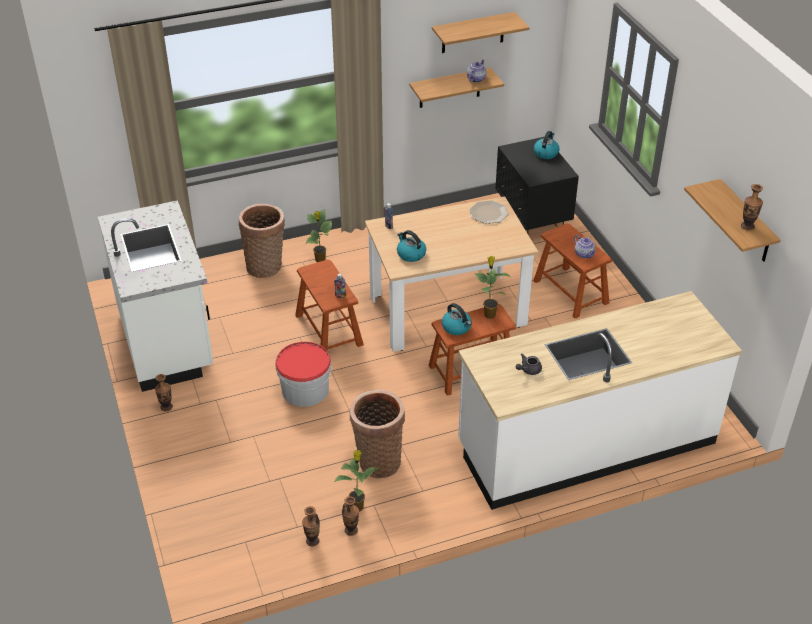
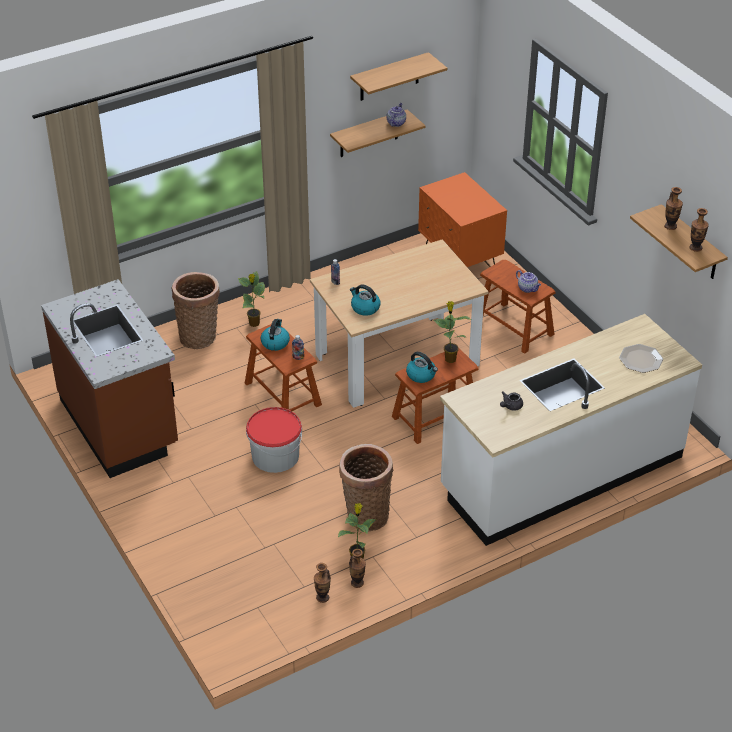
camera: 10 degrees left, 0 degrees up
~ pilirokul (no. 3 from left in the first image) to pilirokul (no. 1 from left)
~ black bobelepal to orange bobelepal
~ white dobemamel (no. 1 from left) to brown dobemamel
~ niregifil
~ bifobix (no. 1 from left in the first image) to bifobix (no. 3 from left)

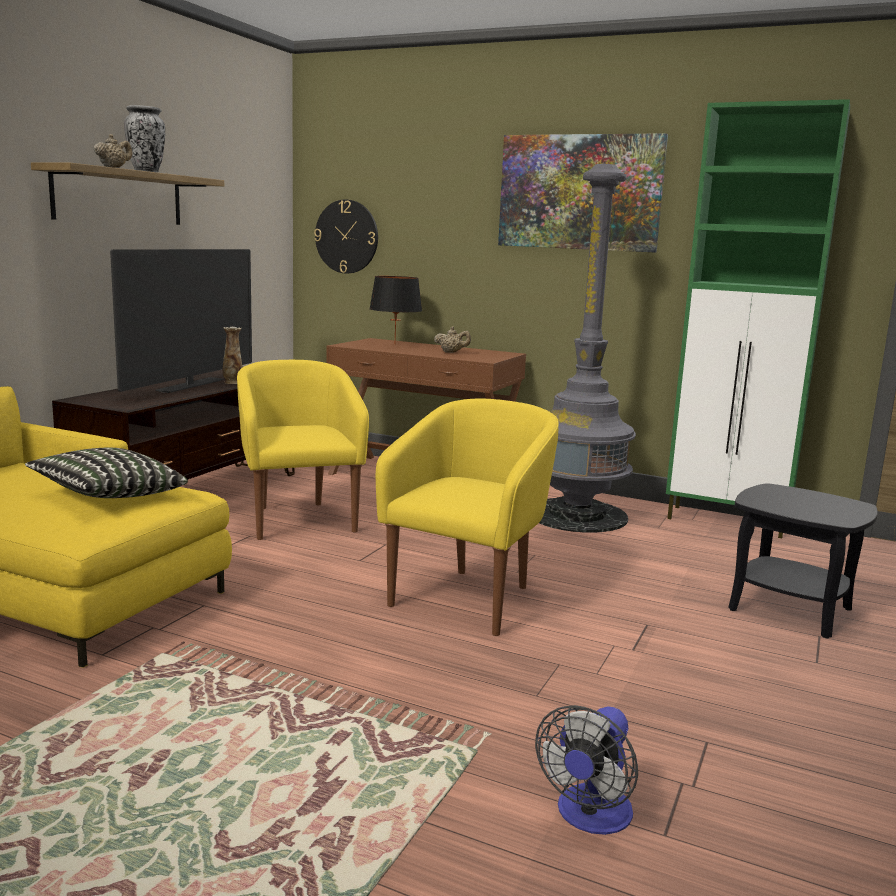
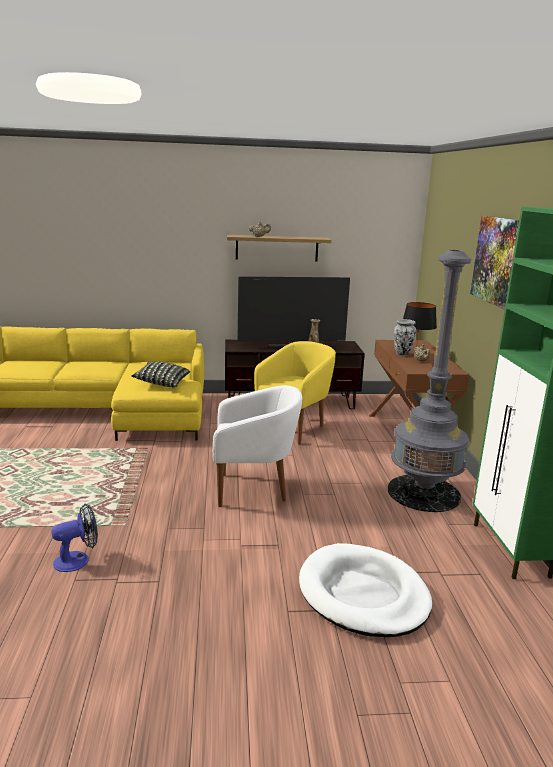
camera: 60 degrees right, 5 degrees up
~ bifobix (no. 1 from left in the first image) to bifobix (no. 2 from left)
- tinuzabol
~ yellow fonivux (no. 2 from left) to white fonivux
~ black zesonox to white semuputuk
~ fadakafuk 150 degrees clockwise

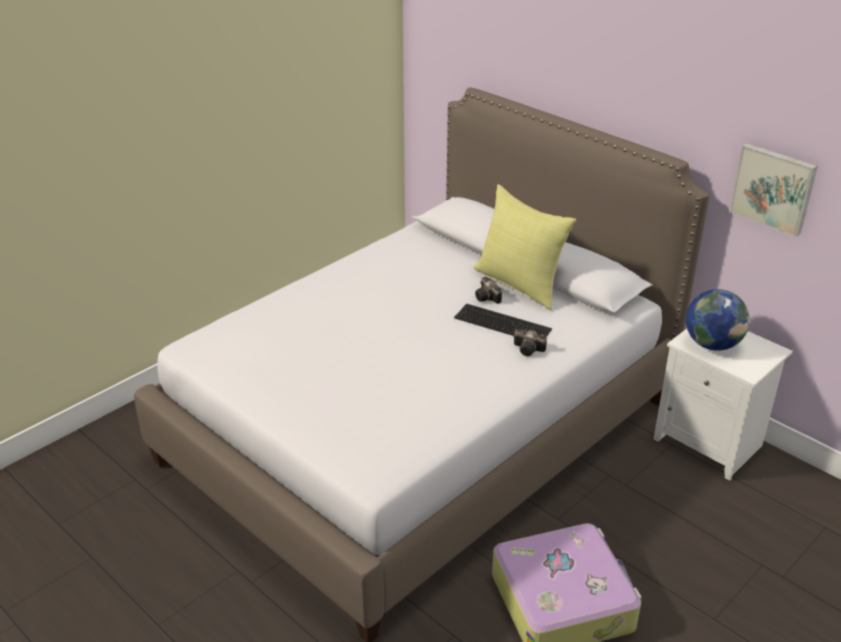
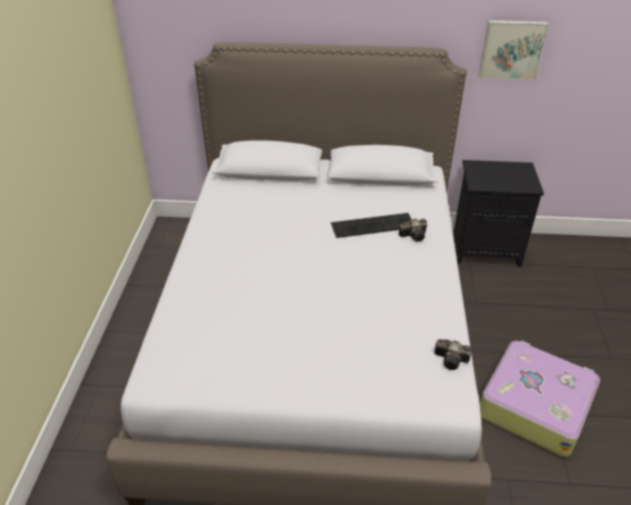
camera: 40 degrees left, 5 degrees up
- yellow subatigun
~ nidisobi (no. 1 from left in the first image) to nidisobi (no. 2 from left)
- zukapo
~ white bobelepal to black bobelepal

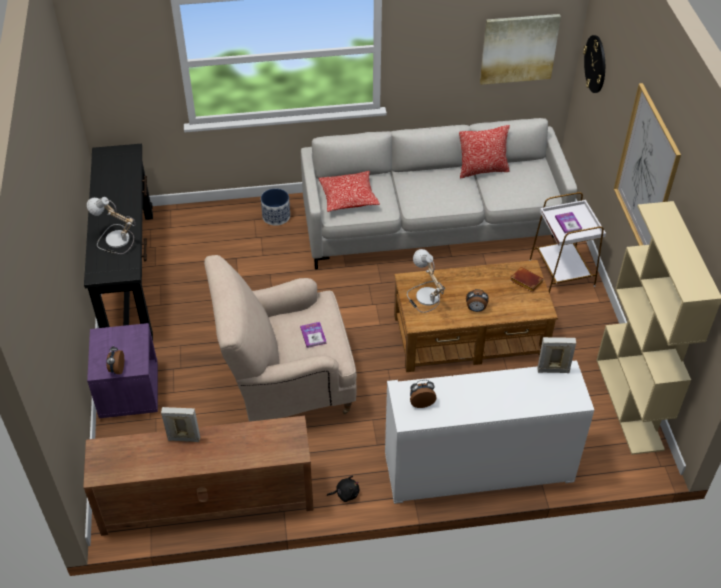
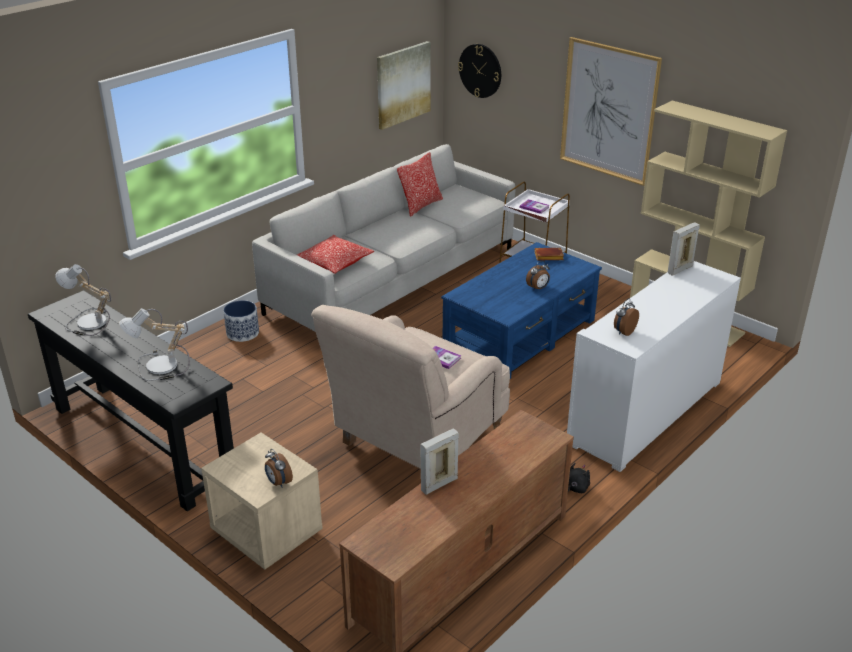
camera: 40 degrees left, 15 degrees down
~ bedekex (no. 2 from left in the first image) to bedekex (no. 1 from left)
~ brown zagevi to blue zagevi
~ purple bobelepal to beige bobelepal

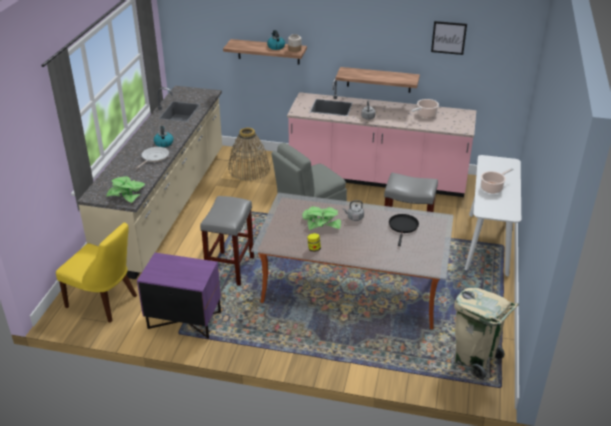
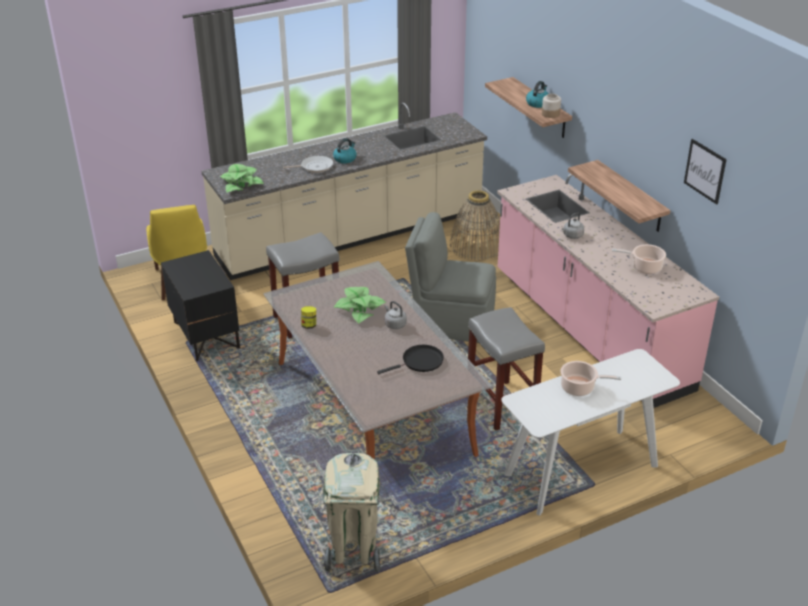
camera: 50 degrees right, 0 degrees up
~ purple bobelepal to black bobelepal

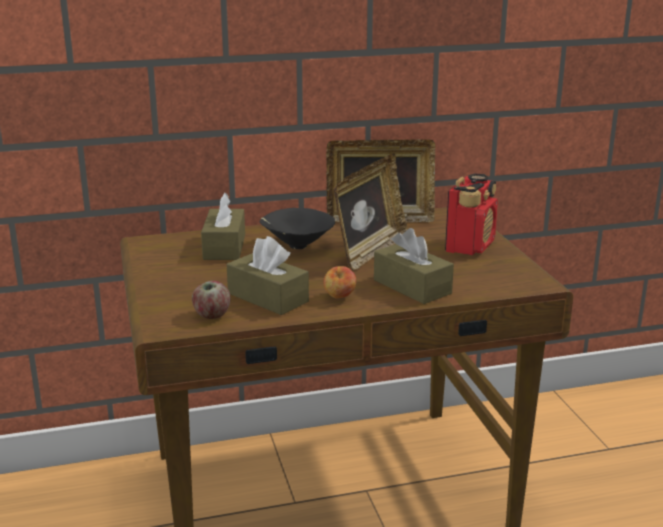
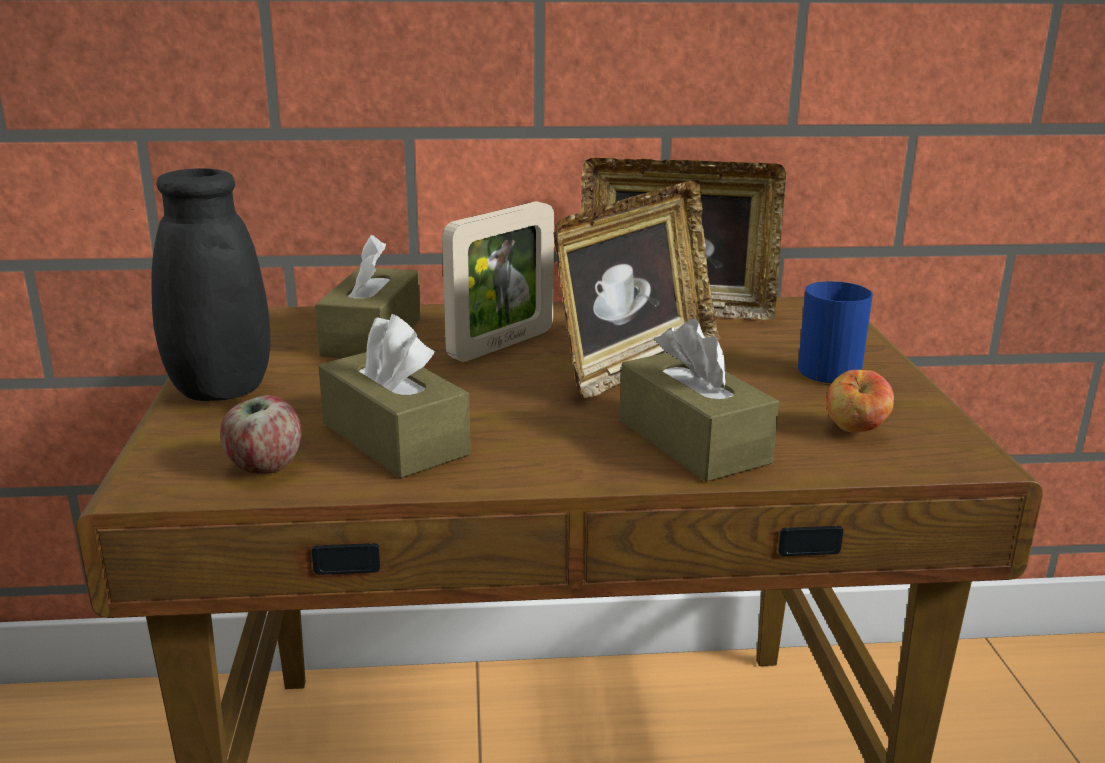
camera: 10 degrees right, 0 degrees up
~ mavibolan to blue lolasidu
~ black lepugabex to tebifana (no. 1 from left)
~ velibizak (no. 2 from left)
+ black bifobix

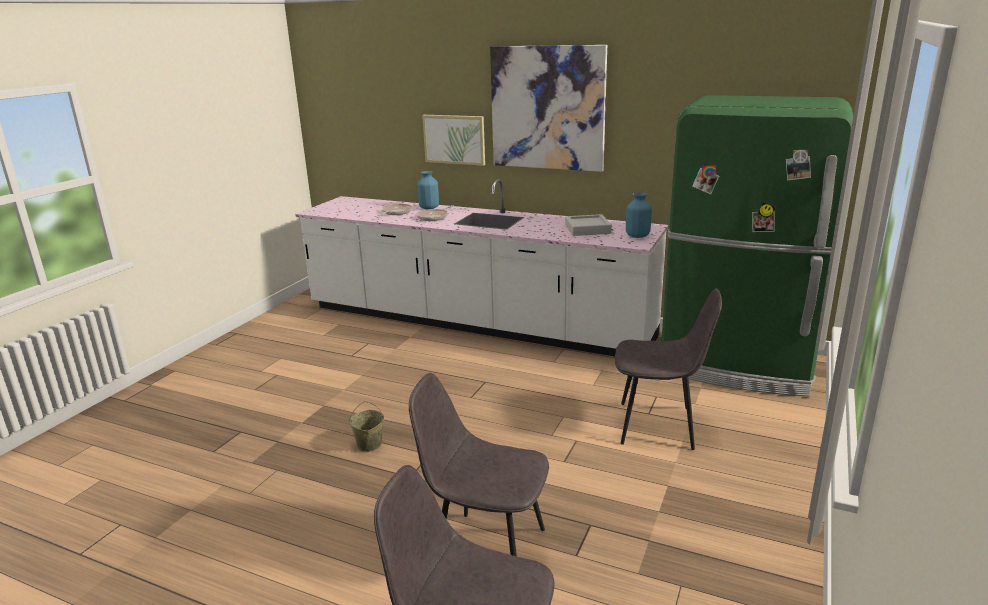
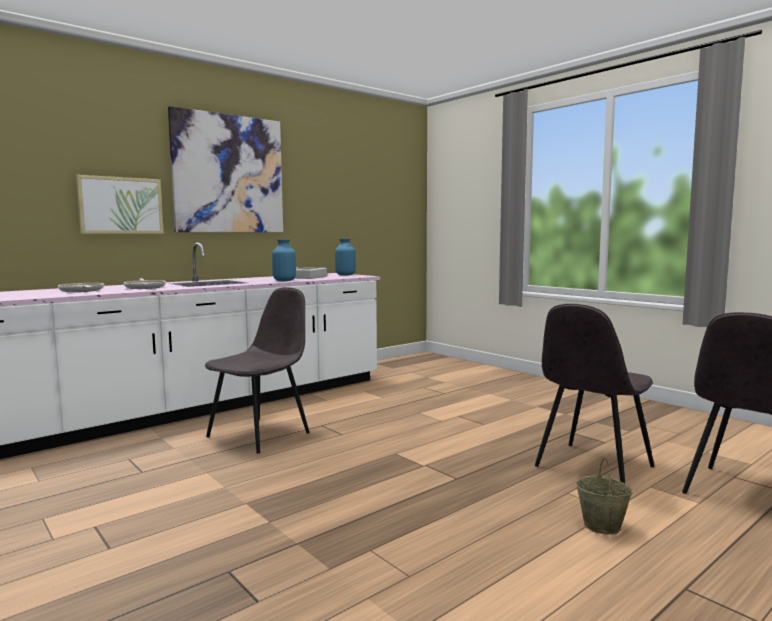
camera: 65 degrees left, 15 degrees down
- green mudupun
~ blue bifobix (no. 1 from left)
~ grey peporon (no. 3 from left in the first image) to grey peporon (no. 1 from left)
~ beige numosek

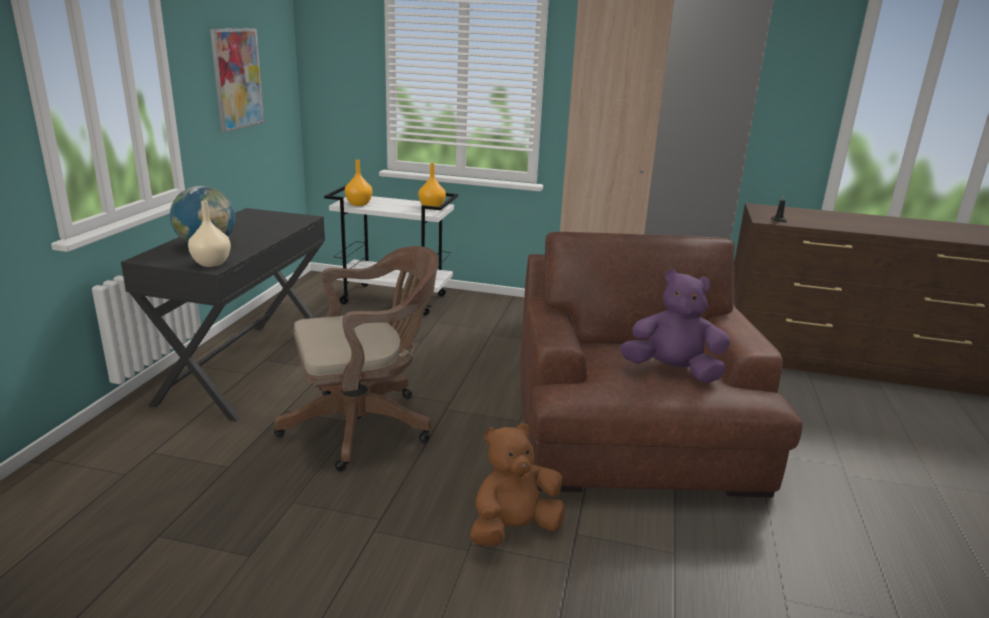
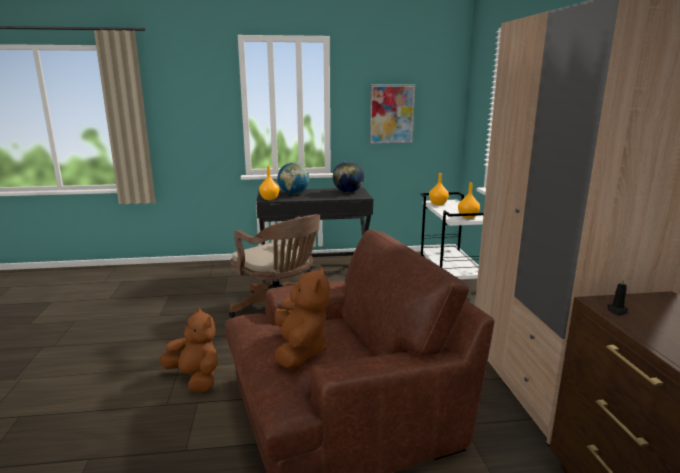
camera: 70 degrees right, 5 degrees down
~ beige bifobix to orange bifobix (no. 1 from left)
~ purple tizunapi to brown tizunapi (no. 2 from left)
+ zukapo (no. 2 from left)

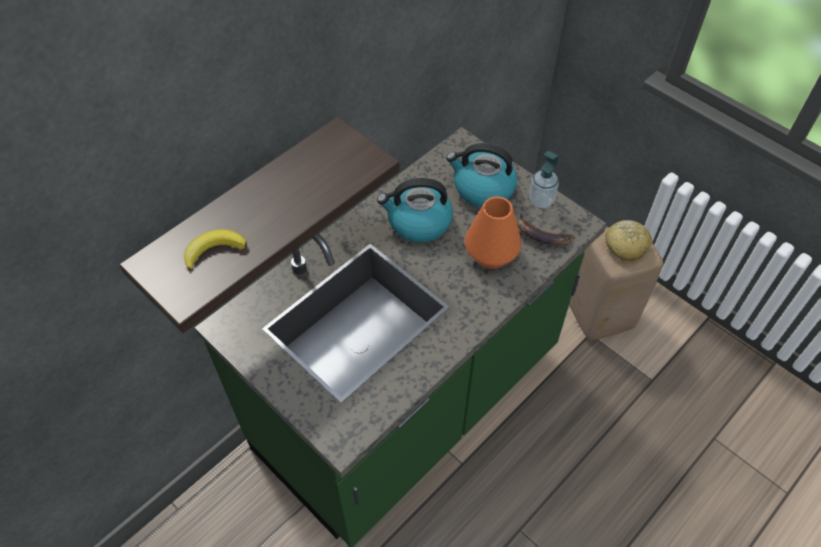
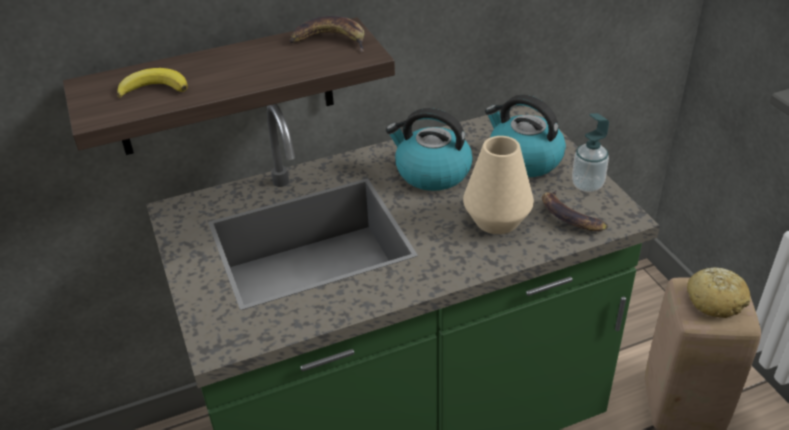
camera: 25 degrees right, 15 degrees down
~ orange bifobix to beige bifobix
+ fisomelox (no. 2 from left)

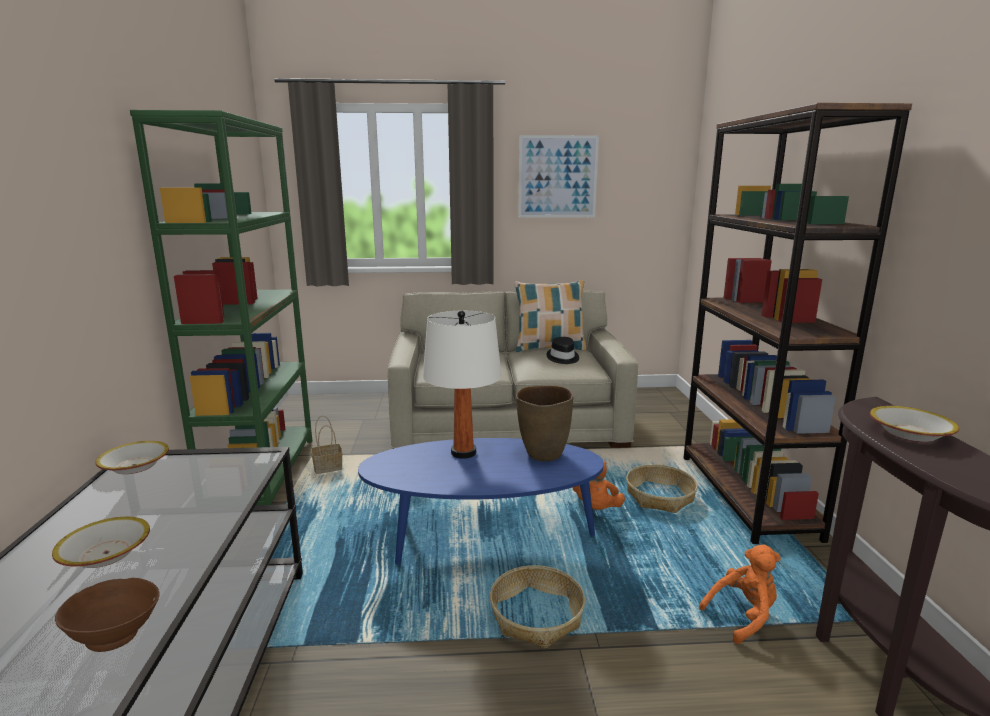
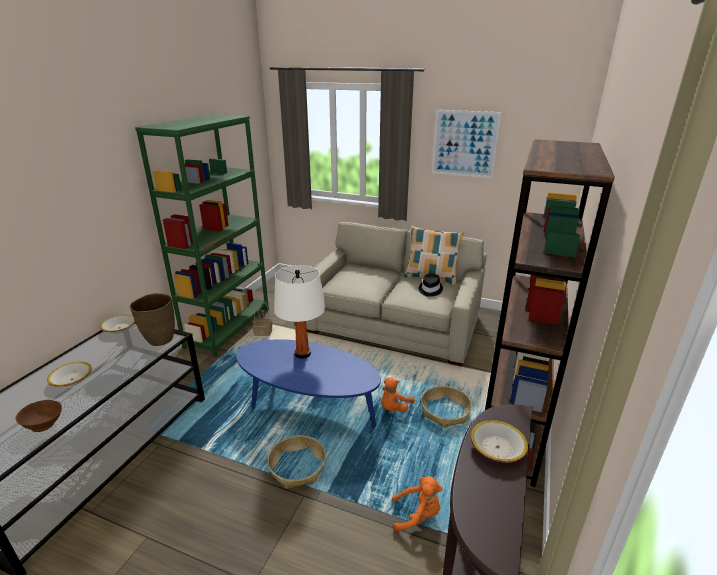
camera: 25 degrees right, 10 degrees up
~ brown bifobix

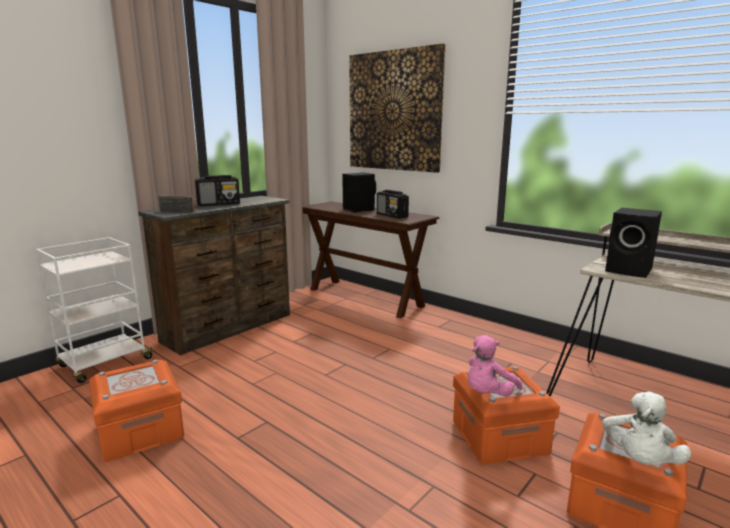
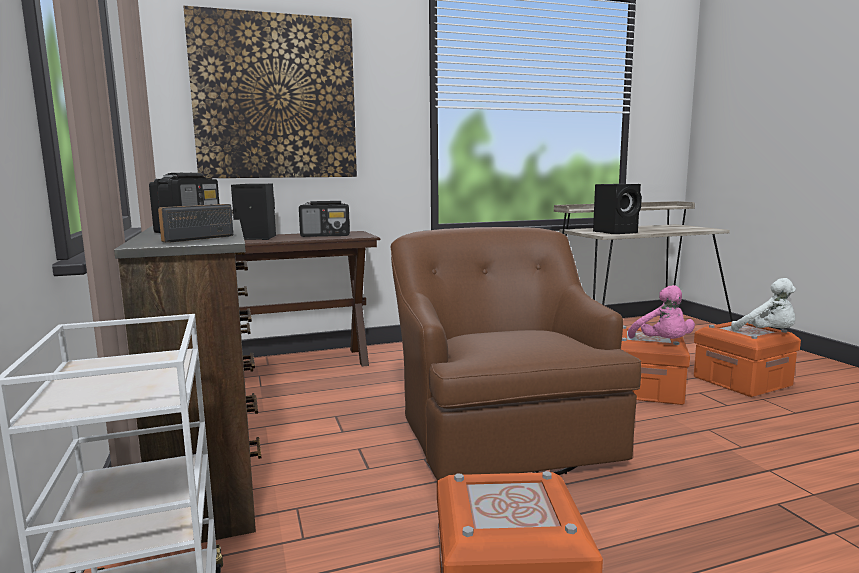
camera: 60 degrees left, 5 degrees down
+ brown fonivux

